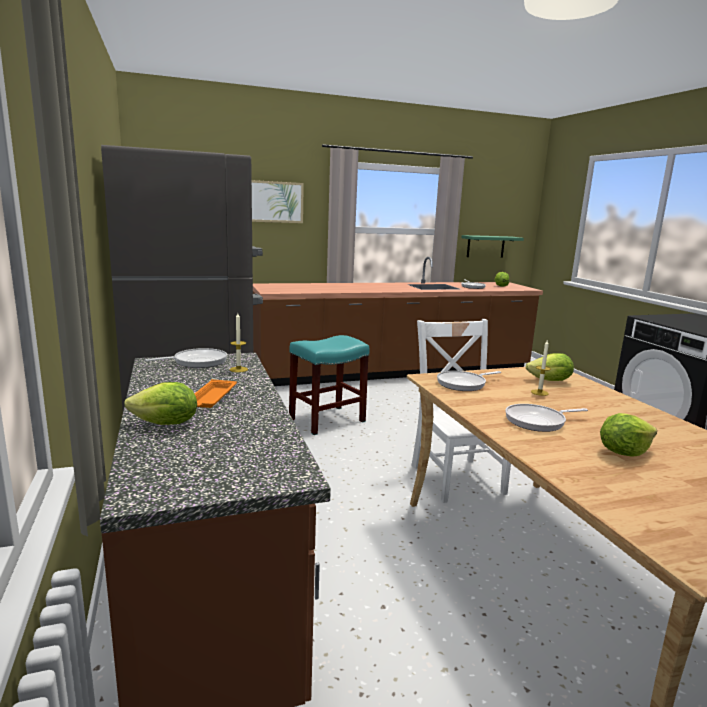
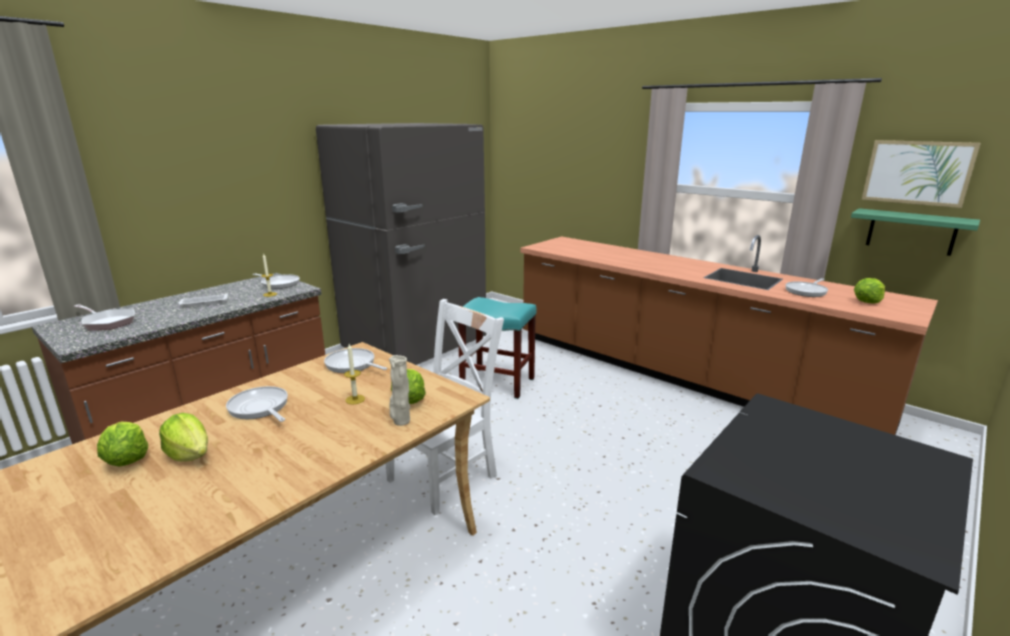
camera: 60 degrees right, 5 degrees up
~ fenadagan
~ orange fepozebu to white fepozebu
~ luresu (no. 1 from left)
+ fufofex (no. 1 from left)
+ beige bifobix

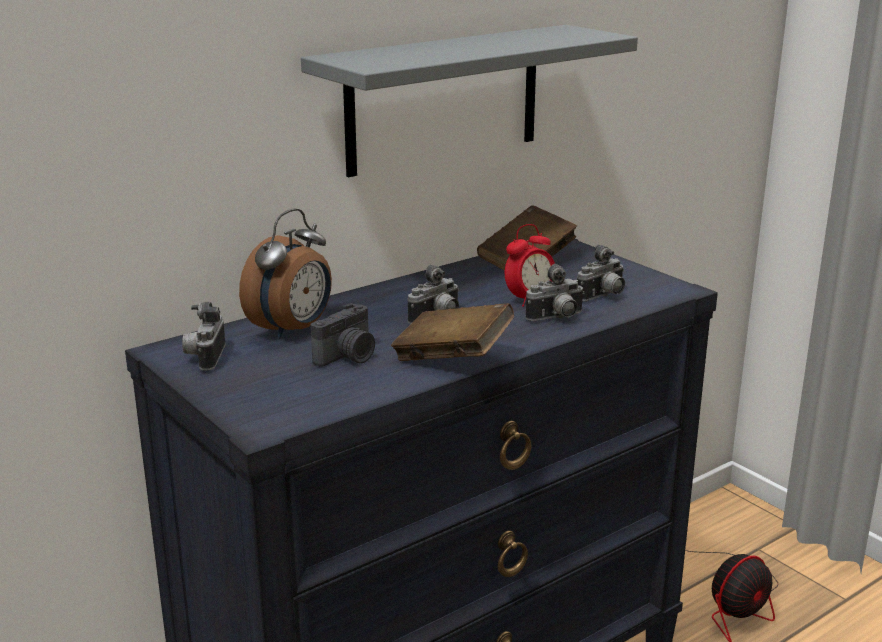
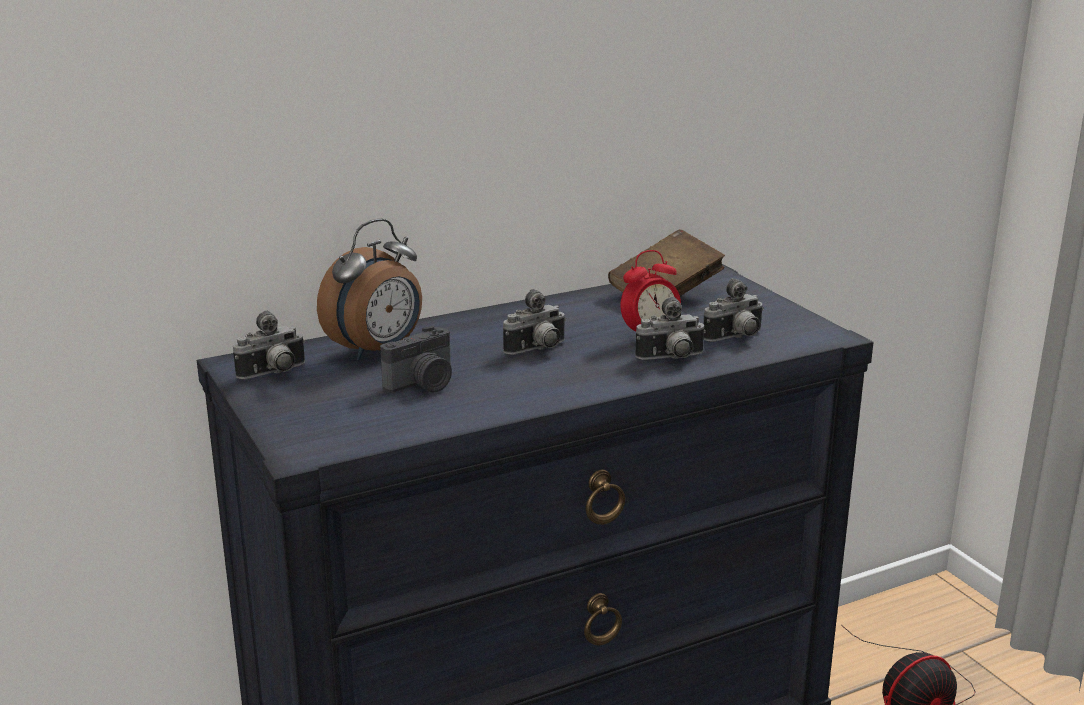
camera: 10 degrees right, 0 degrees up
- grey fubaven
~ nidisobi (no. 1 from left) 135 degrees counterclockwise
- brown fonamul (no. 1 from left)

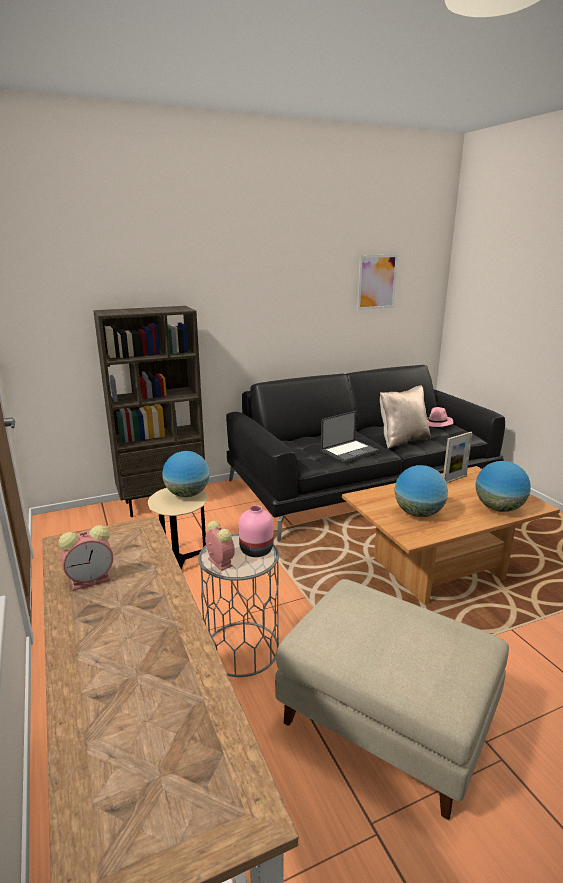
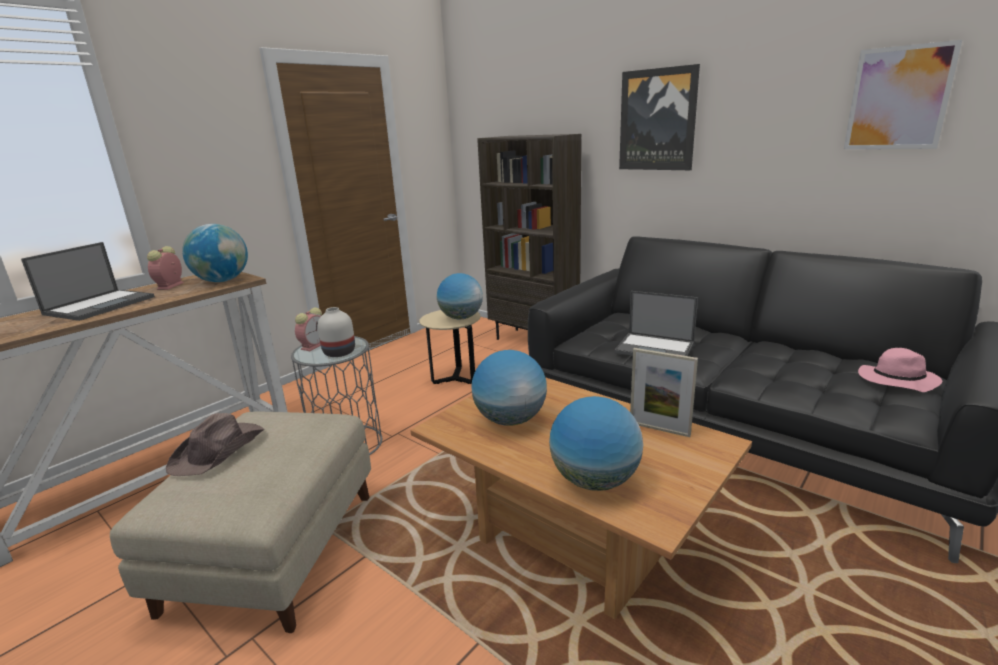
camera: 65 degrees right, 0 degrees up
- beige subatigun
~ pink bifobix to white bifobix
~ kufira (no. 1 from left) 60 degrees clockwise
+ fenadagan (no. 1 from left)
+ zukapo (no. 1 from left)
+ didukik (no. 1 from left)
+ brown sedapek

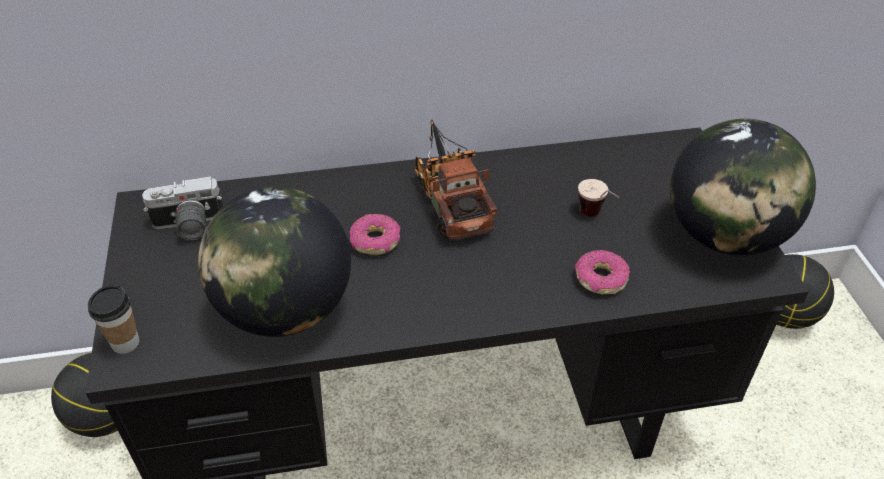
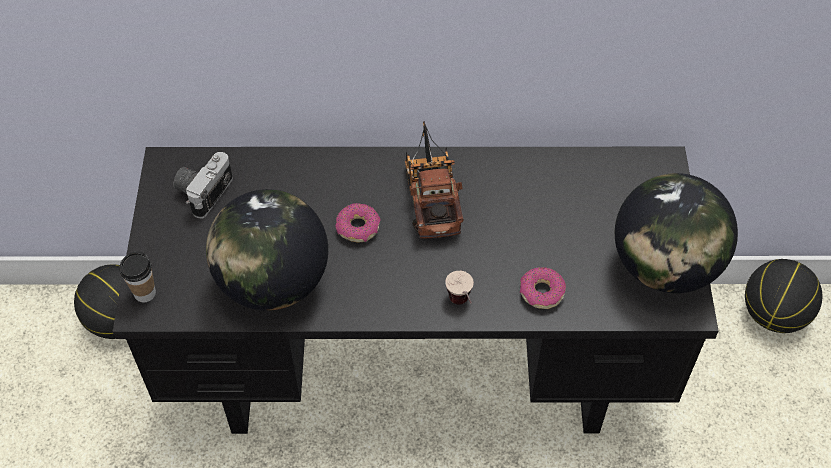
camera: 10 degrees right, 10 degrees up
~ nidisobi 120 degrees clockwise
~ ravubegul (no. 2 from left)

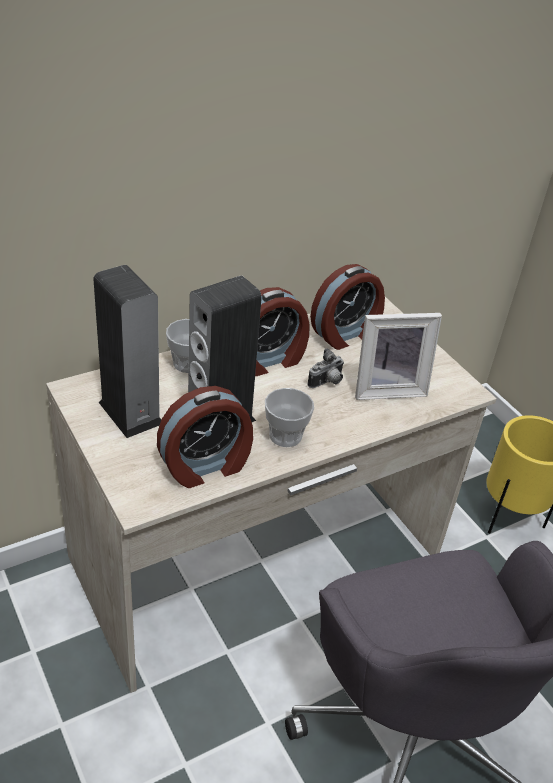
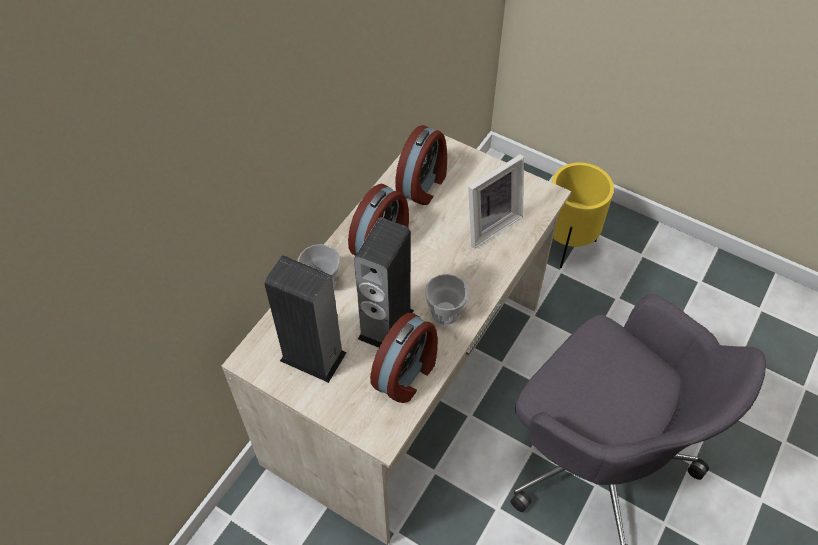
camera: 25 degrees left, 15 degrees up
- nidisobi

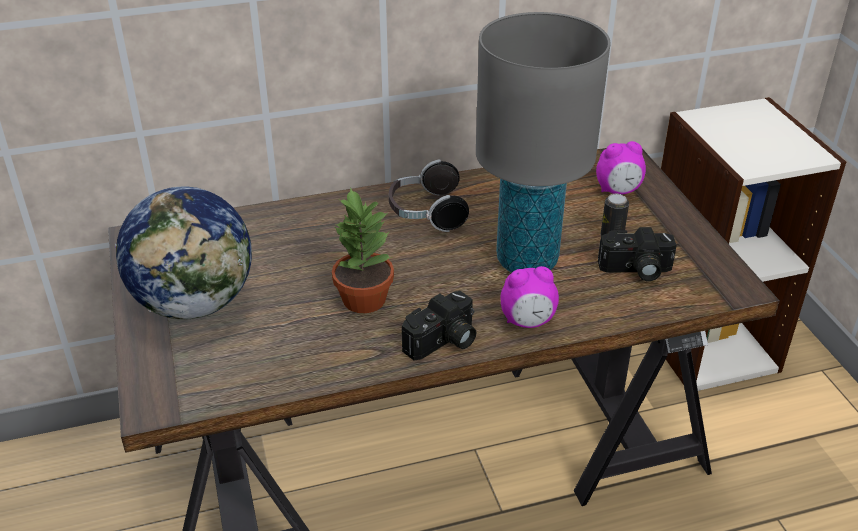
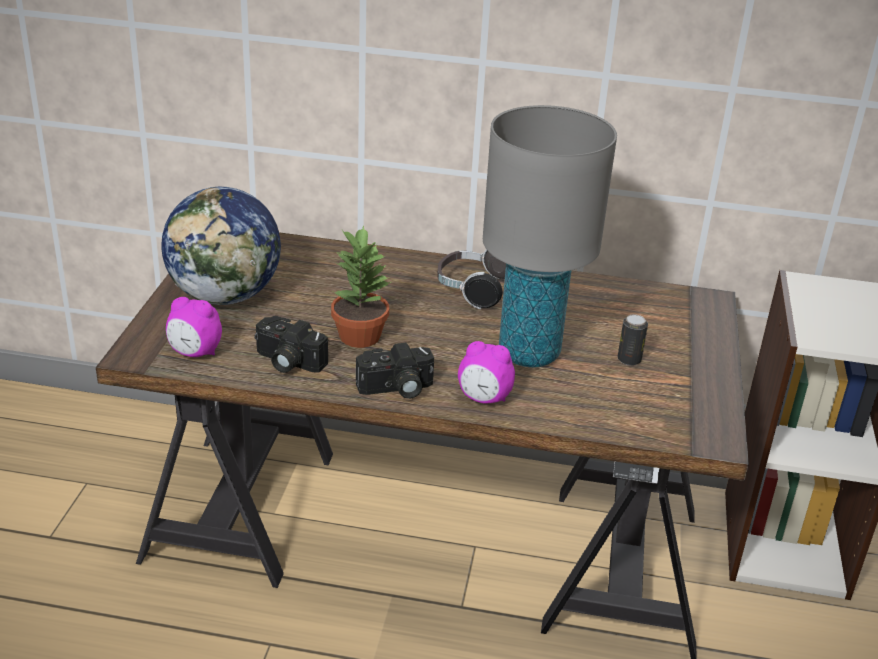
camera: 25 degrees right, 5 degrees down
~ kufira (no. 2 from left in the first image) to kufira (no. 1 from left)
~ nidisobi (no. 2 from left in the first image) to nidisobi (no. 1 from left)

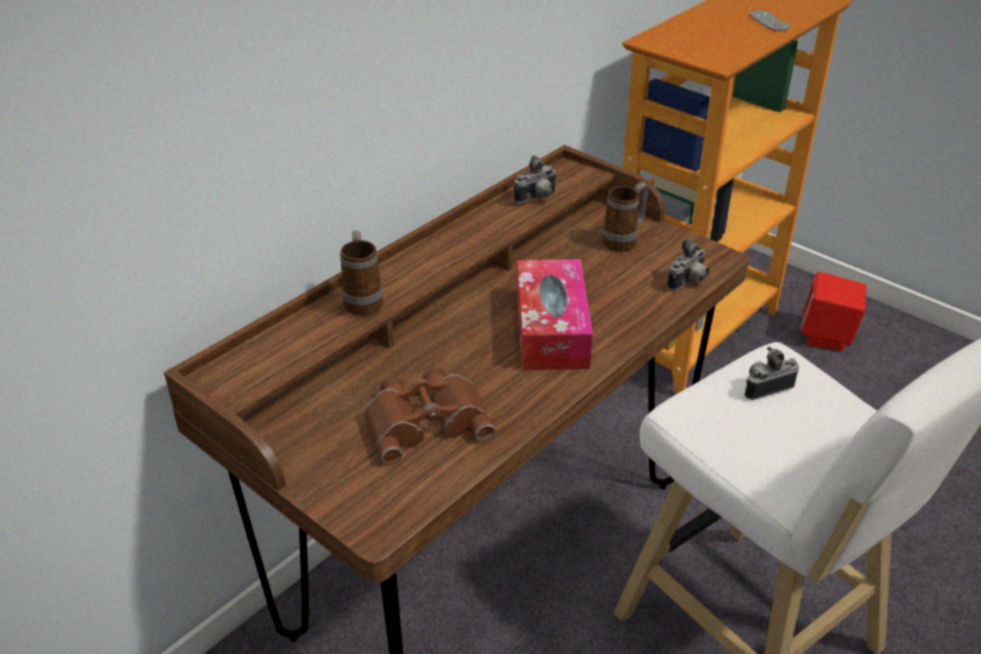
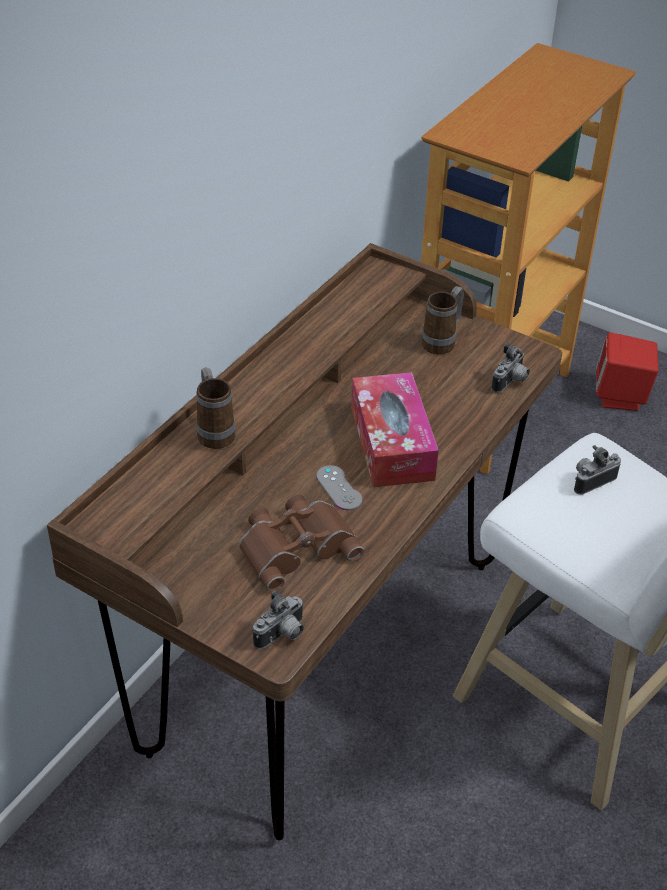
camera: 10 degrees left, 5 degrees up
~ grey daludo
~ nidisobi (no. 1 from left)

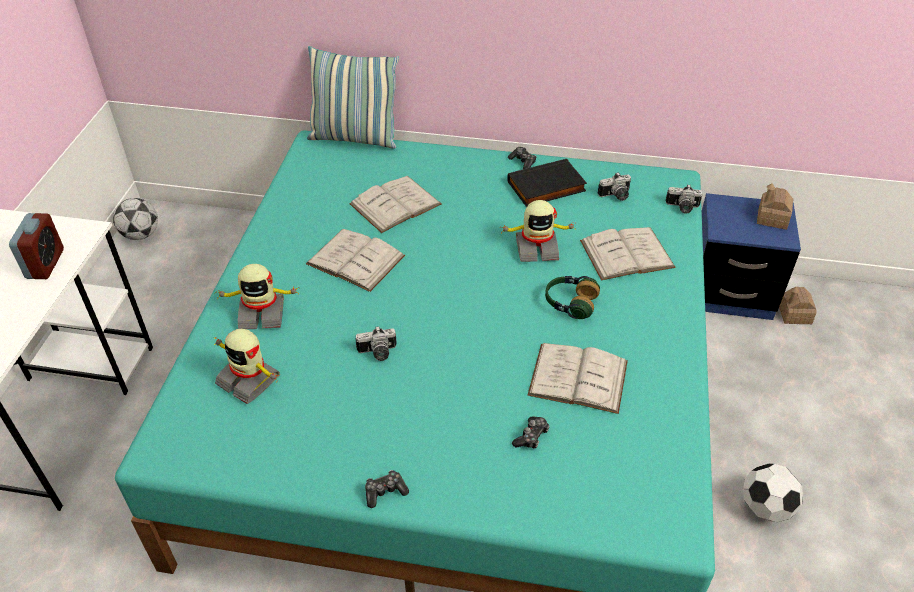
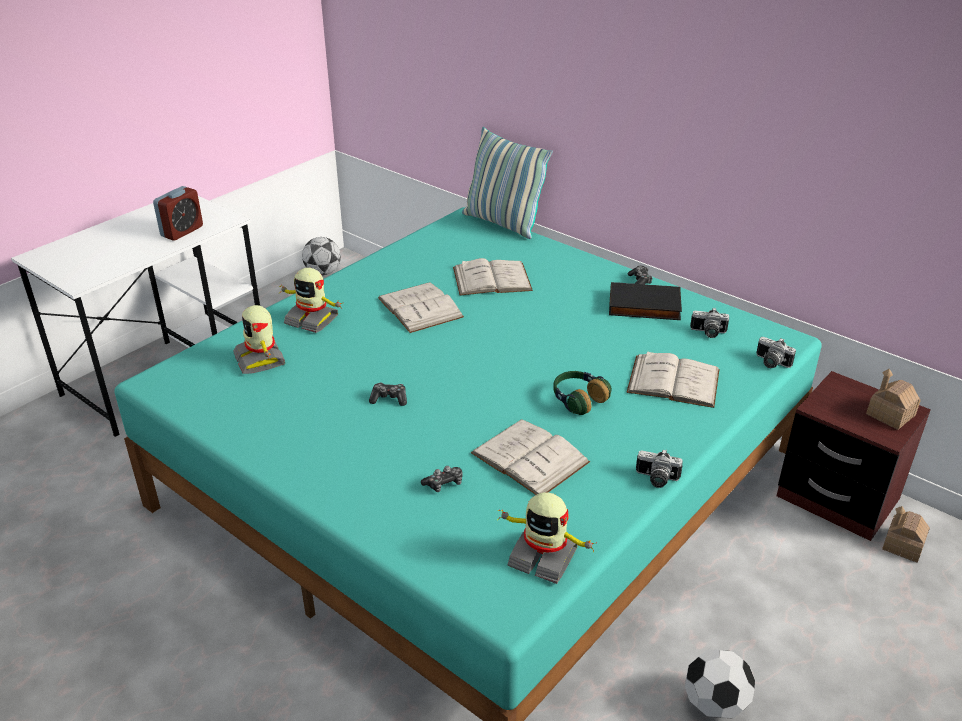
camera: 30 degrees right, 10 degrees down
~ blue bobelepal to brown bobelepal
~ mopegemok (no. 3 from left)
~ nidisobi (no. 1 from left)
~ daludo (no. 1 from left)

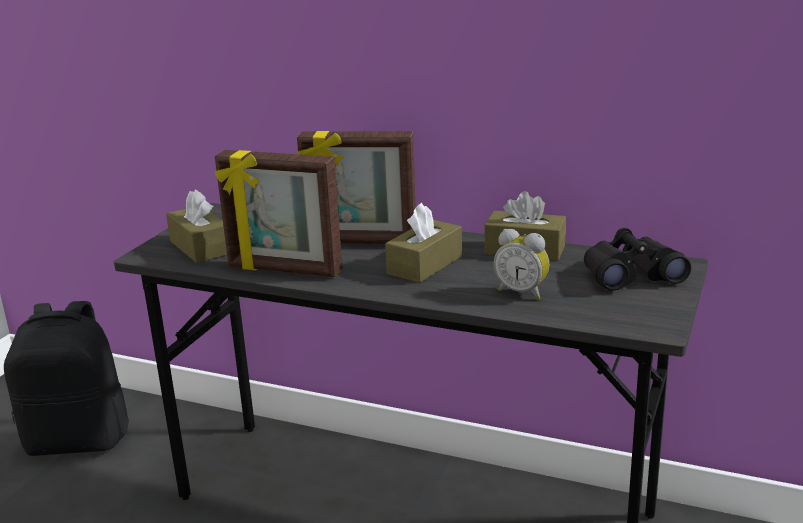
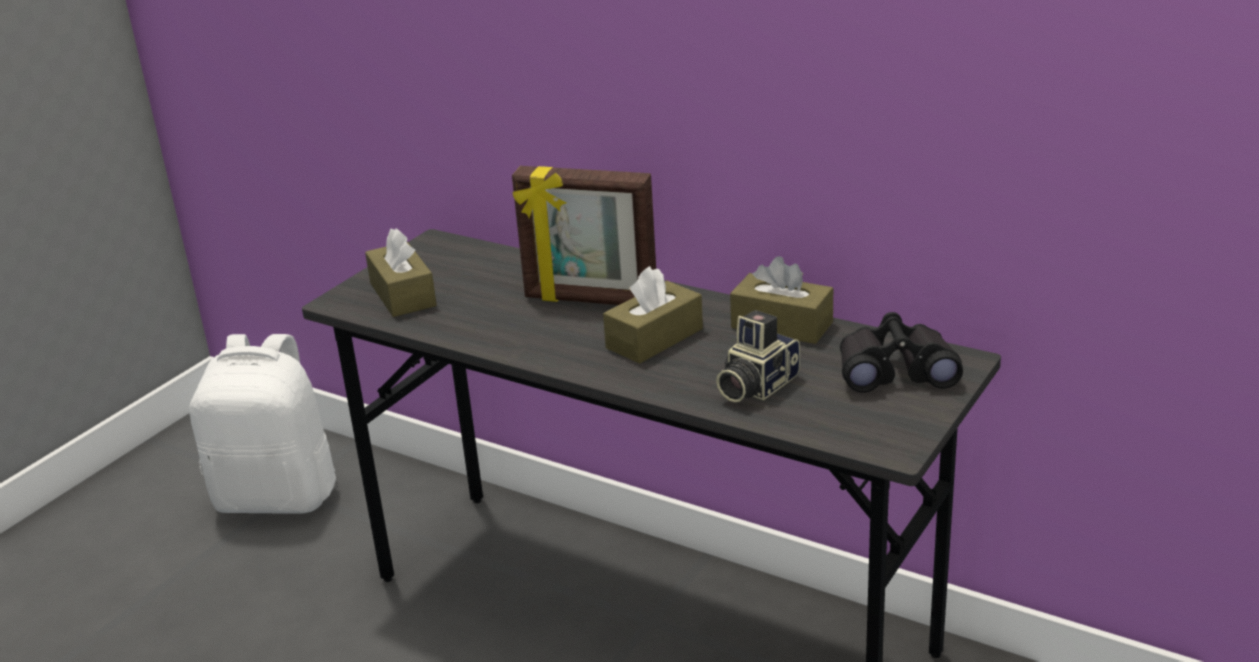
camera: 10 degrees right, 5 degrees up
- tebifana (no. 1 from left)
~ kufira to nidisobi
~ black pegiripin to white pegiripin

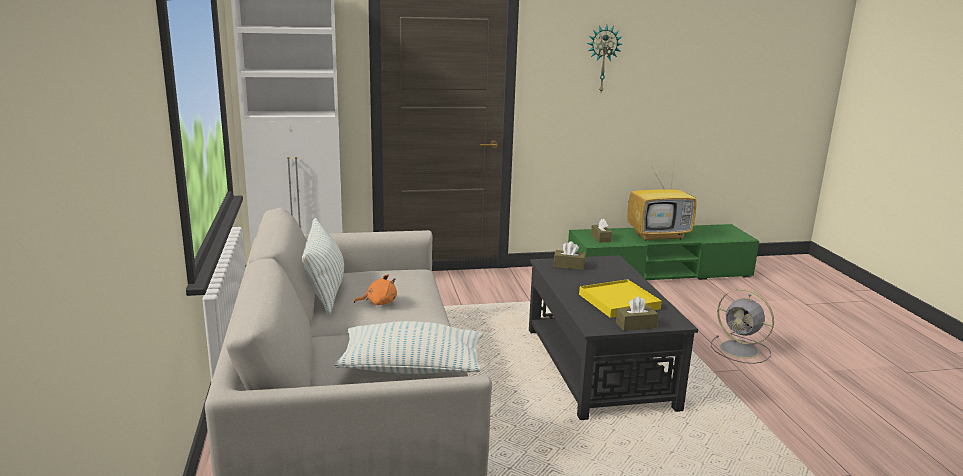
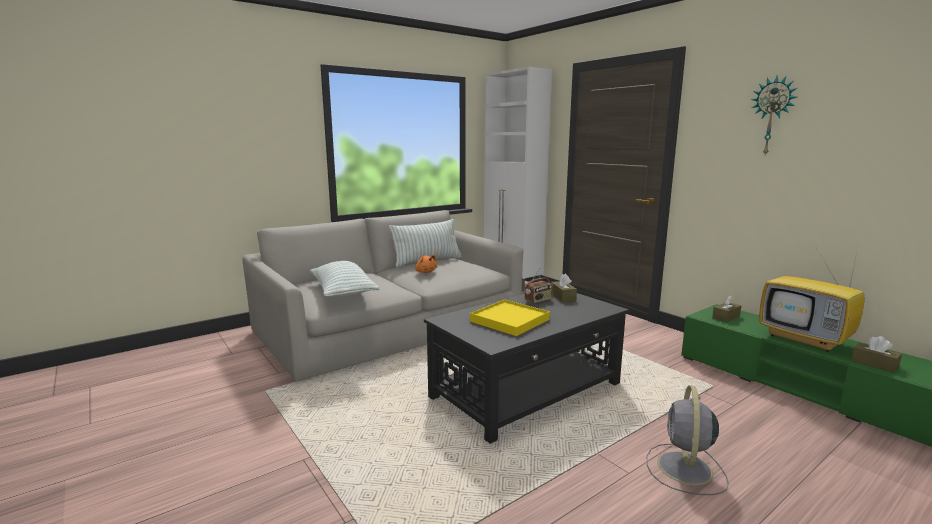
camera: 65 degrees right, 5 degrees down
~ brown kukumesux (no. 3 from left)
+ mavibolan

